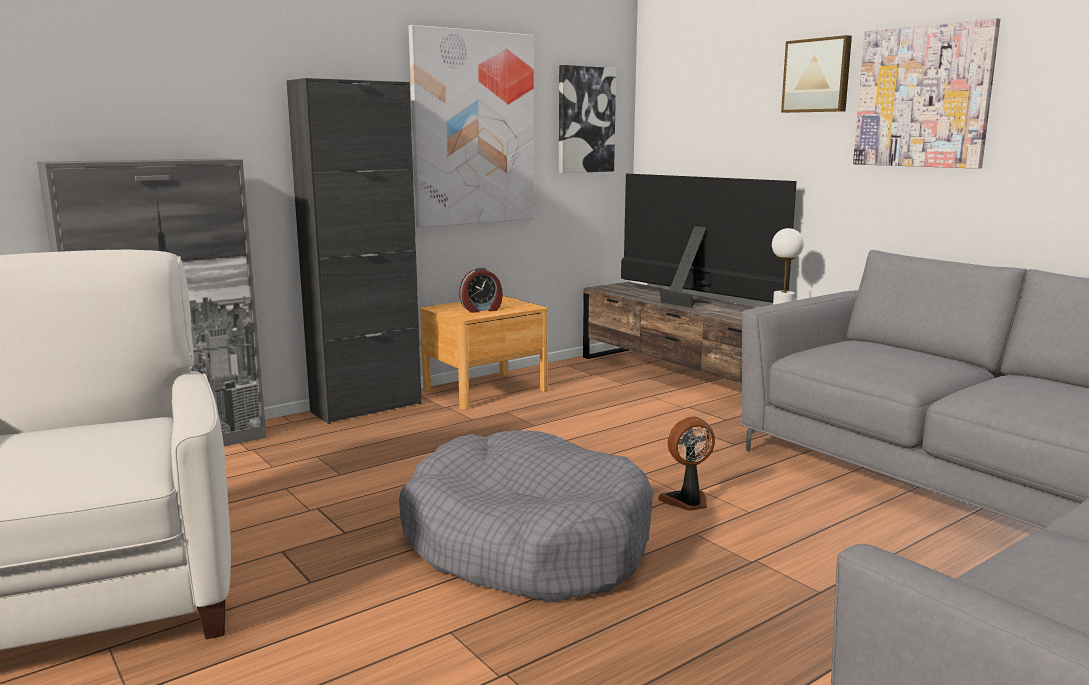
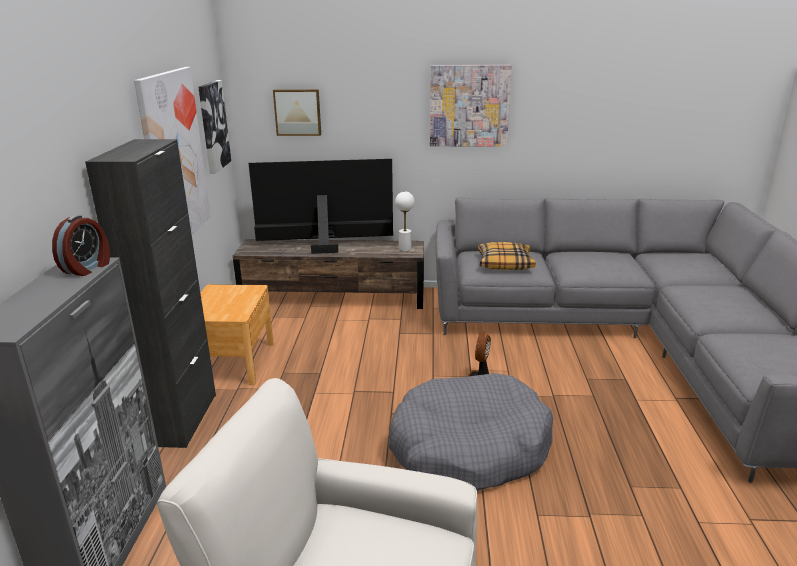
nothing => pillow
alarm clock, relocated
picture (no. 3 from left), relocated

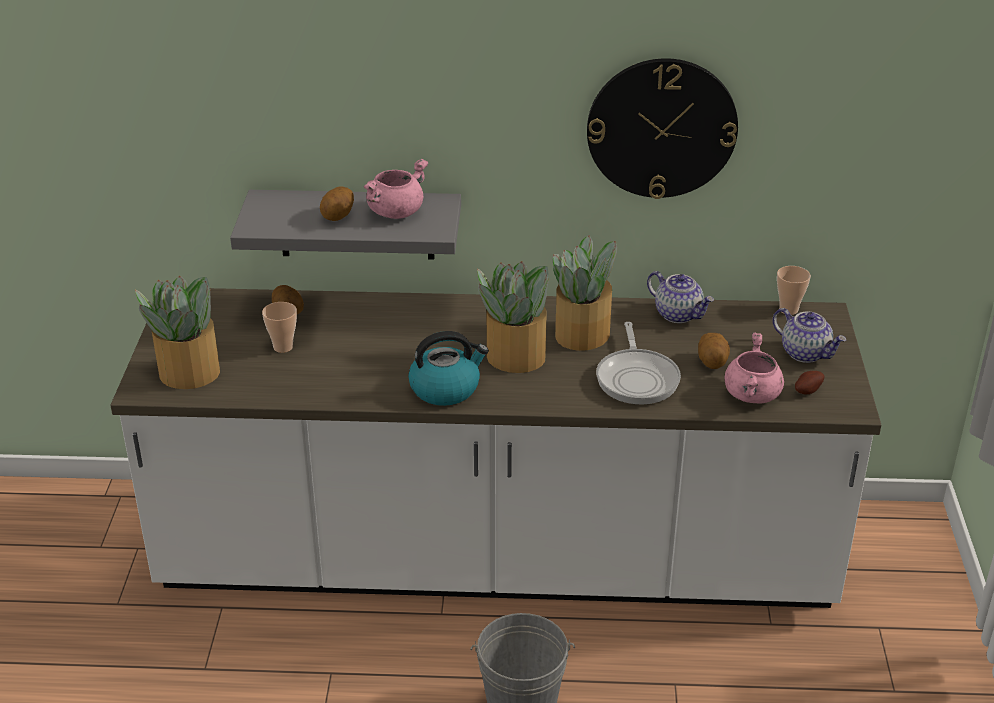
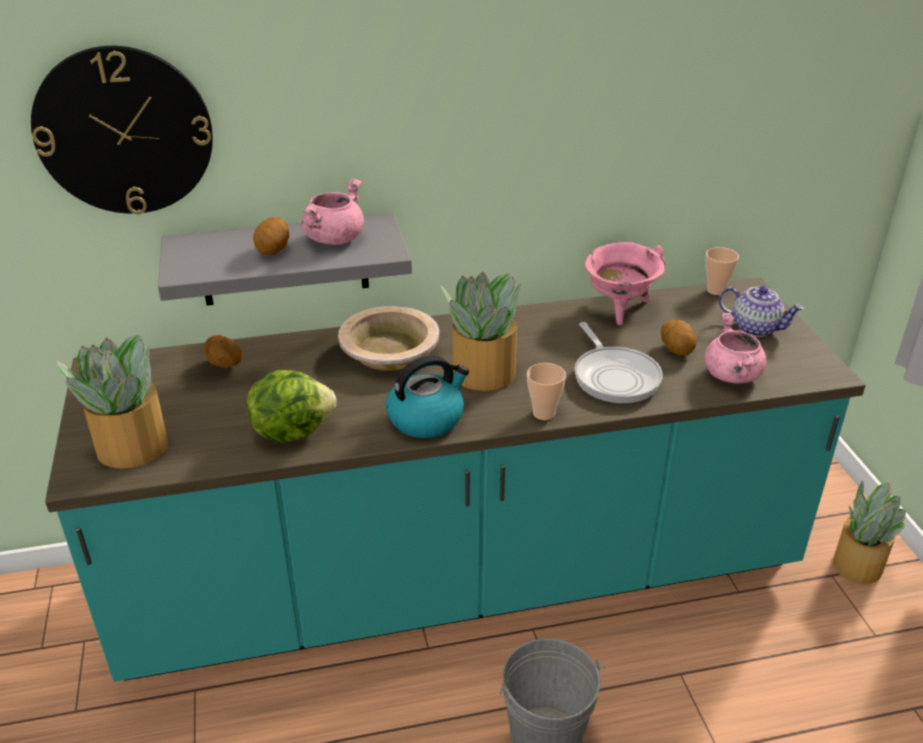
potato (no. 4 from left) => nothing
nothing => lettuce
nothing => beige bowl
cup (no. 1 from left), relocated
potted plant (no. 3 from left), relocated
wall clock, relocated
teapot (no. 1 from left) => pink cooking pot (no. 2 from left)
white counter => turquoise counter

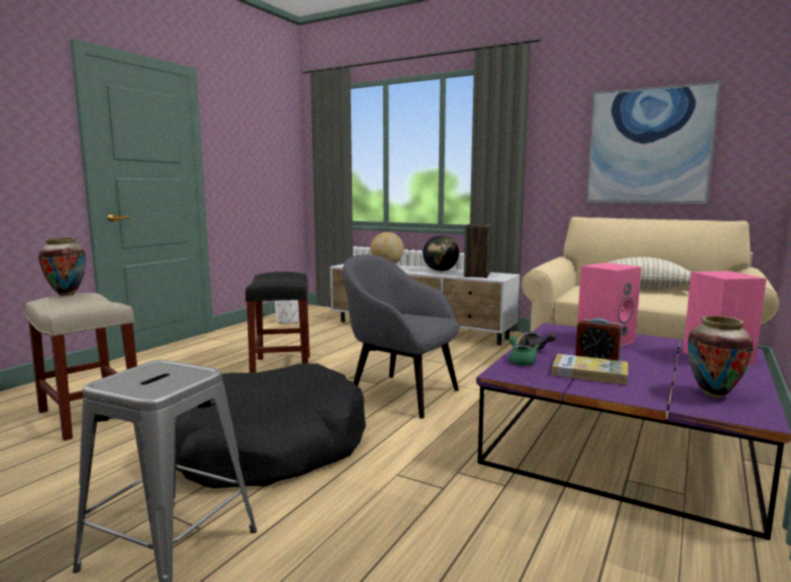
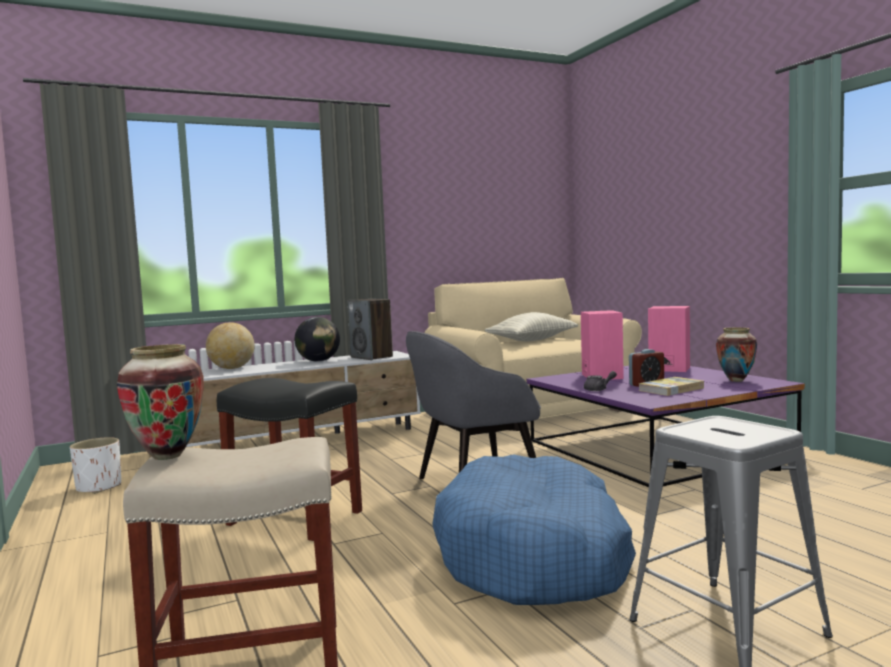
green teapot => nothing
picture => nothing
black dog bed => blue dog bed

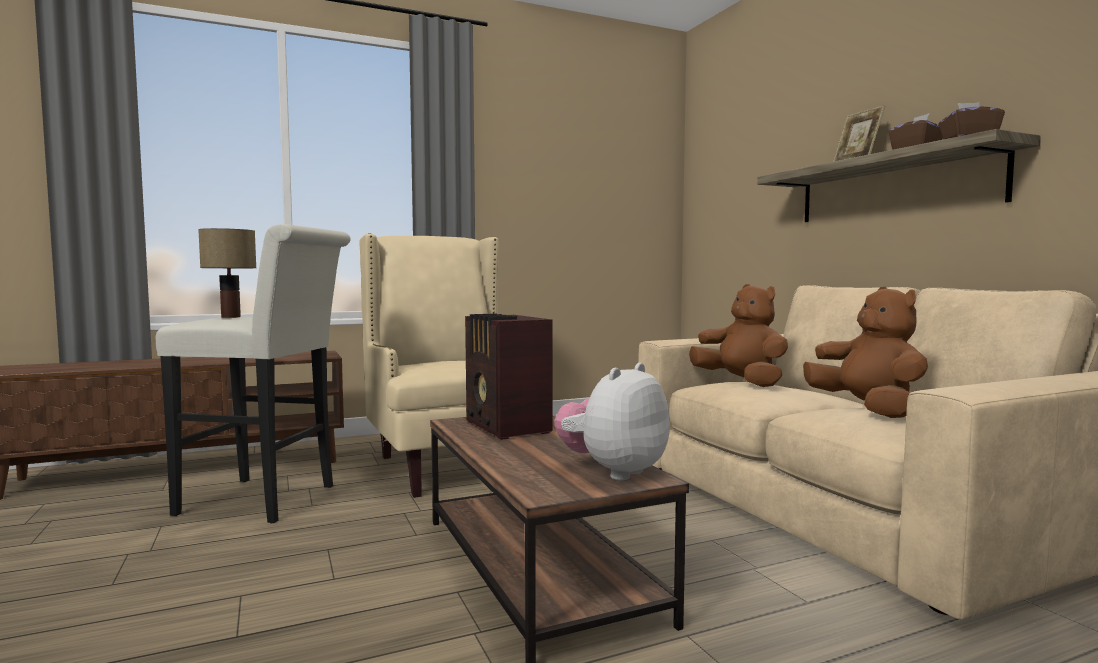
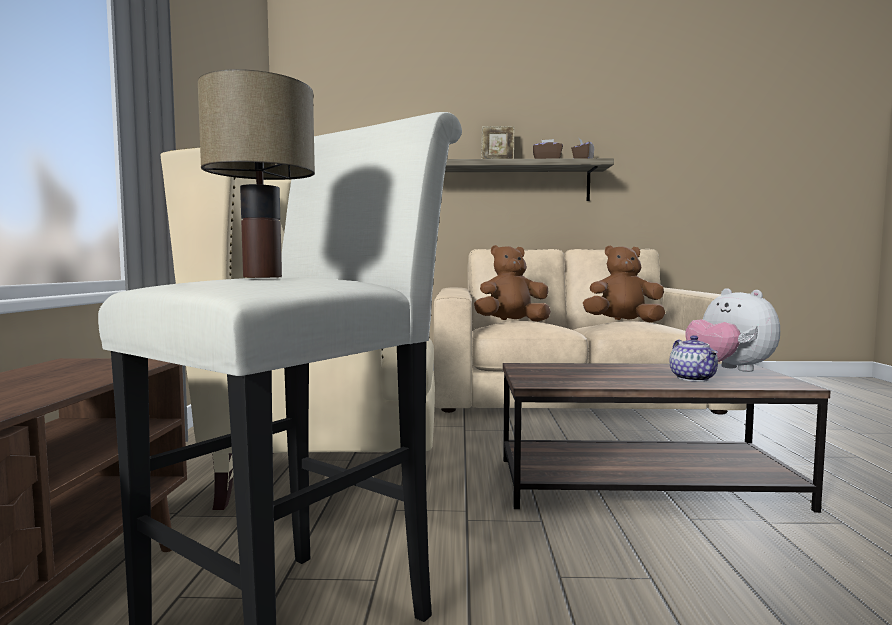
radio => nothing
nothing => teapot

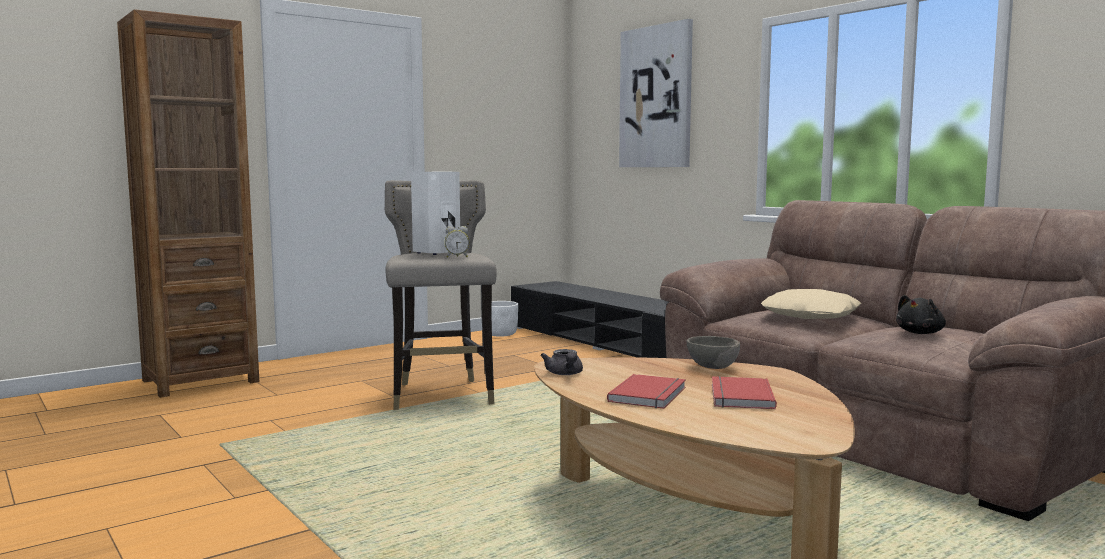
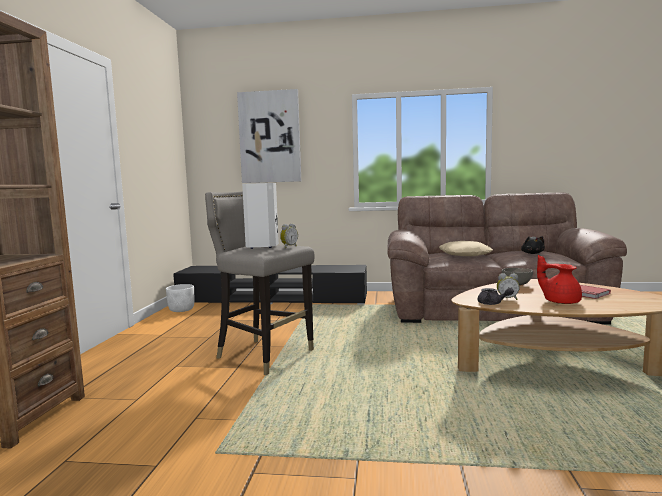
nothing => alarm clock (no. 2 from left)
red book (no. 1 from left) => red teapot

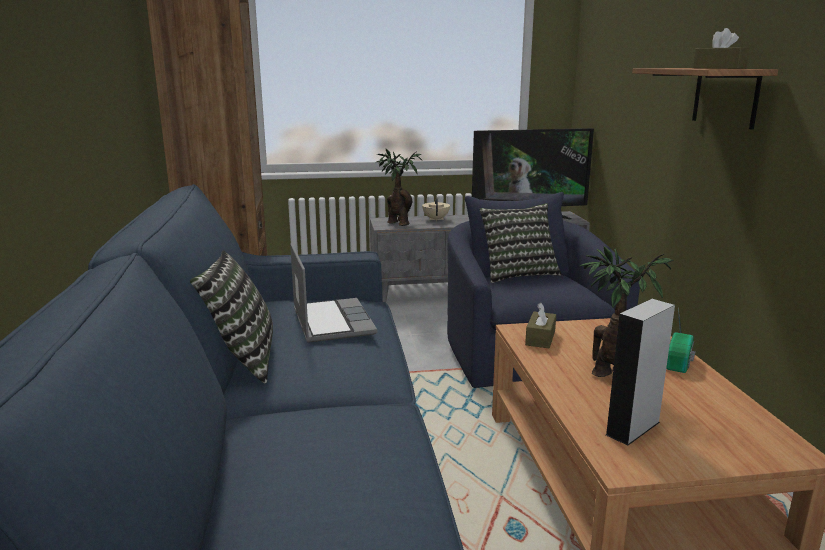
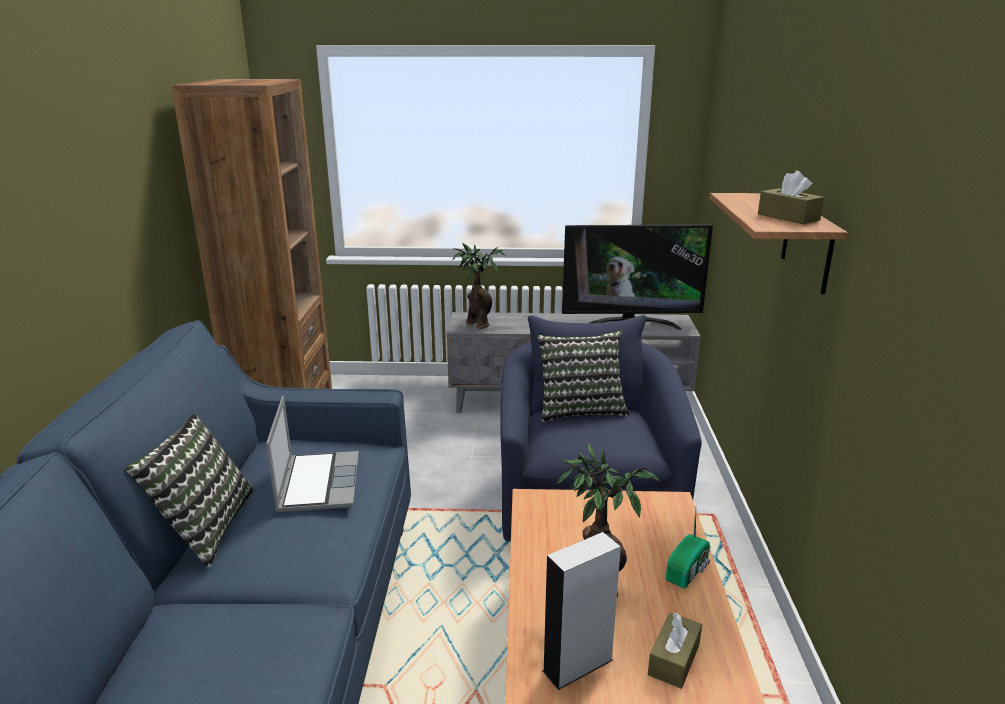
beige teapot => nothing
brown tissue box (no. 1 from left), relocated

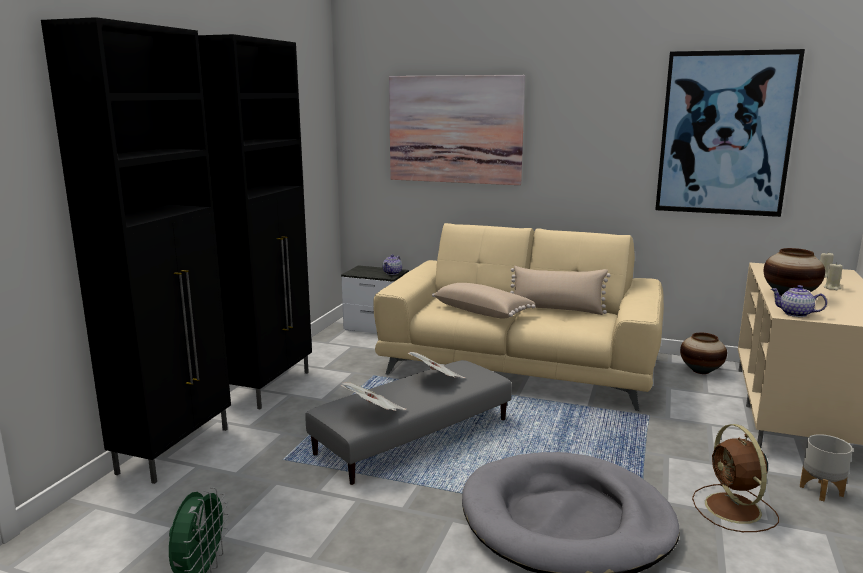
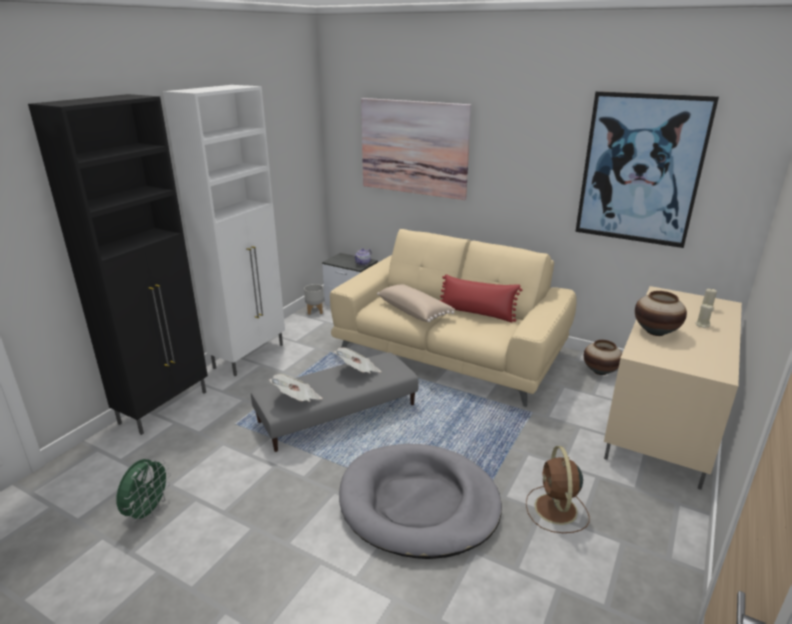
teapot (no. 2 from left) => nothing
grey planter, relocated
black cabinet (no. 2 from left) => white cabinet
beige pillow (no. 2 from left) => red pillow

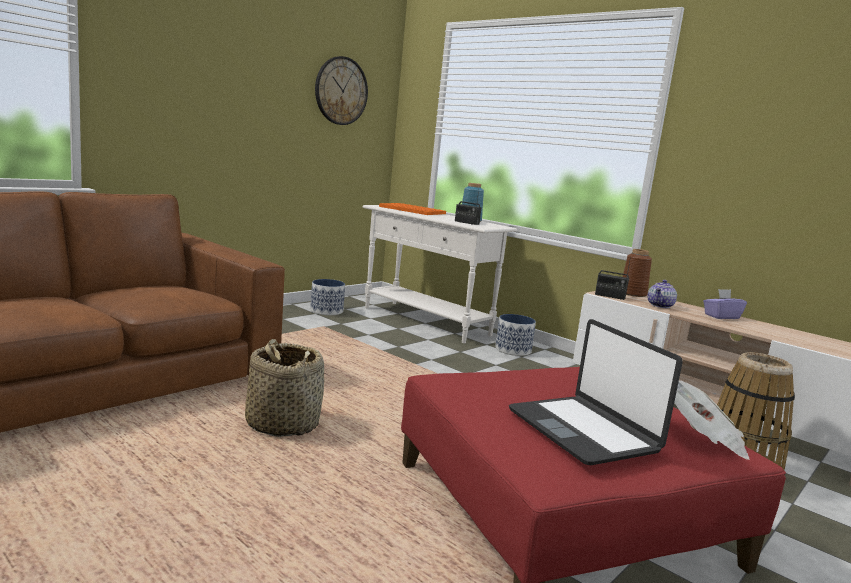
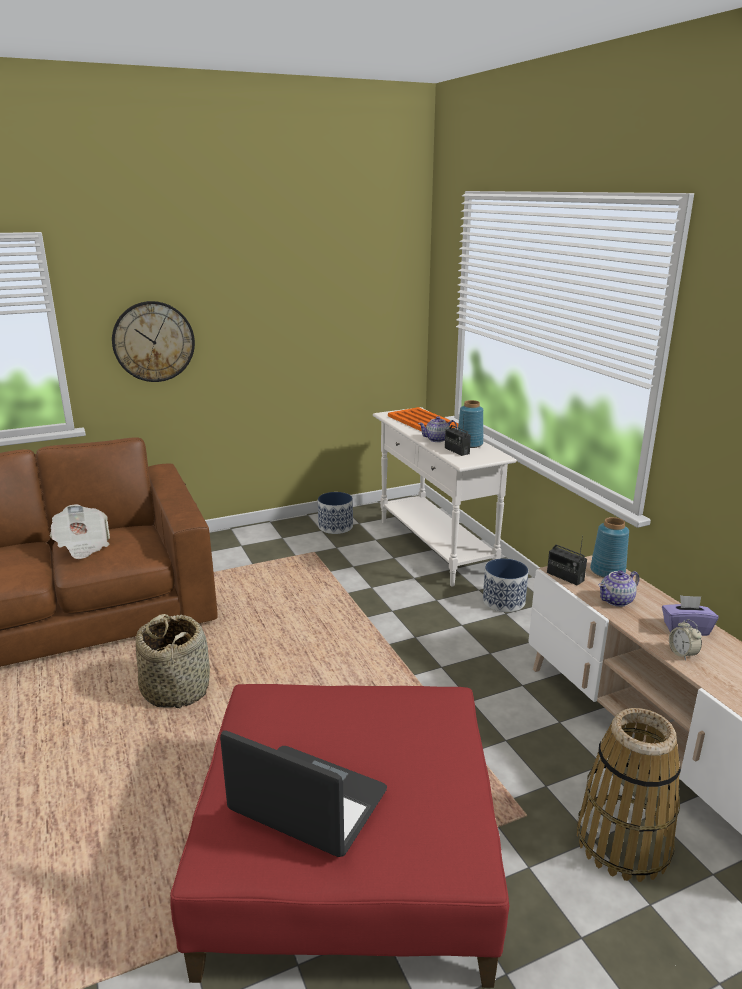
nothing => teapot (no. 1 from left)
nothing => alarm clock
wall clock, relocated
newspaper, relocated
brown vase => blue vase (no. 2 from left)
laptop, 120 degrees clockwise

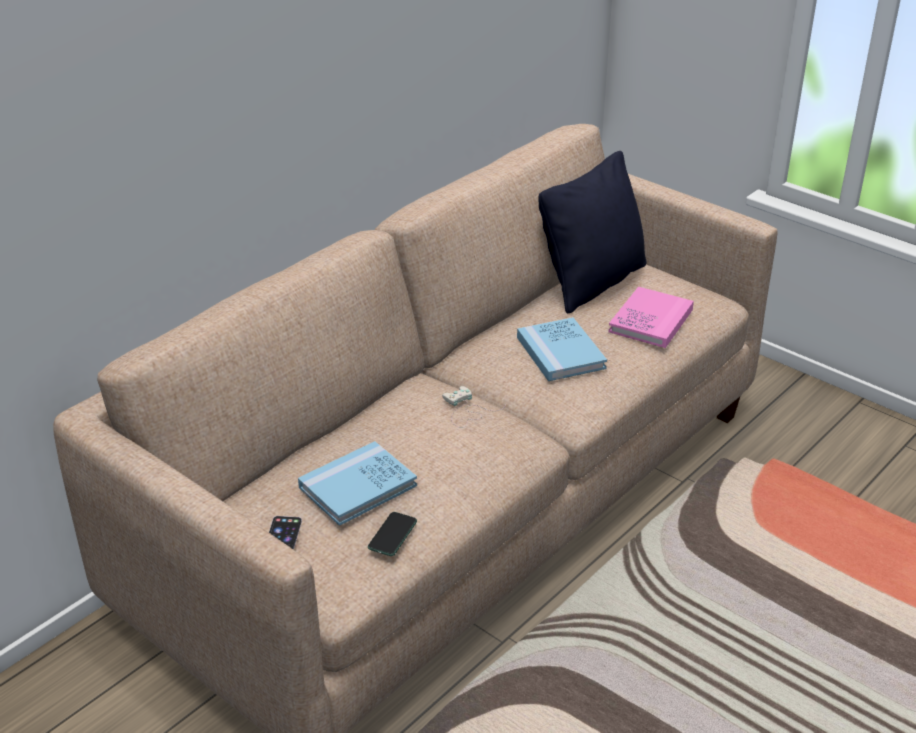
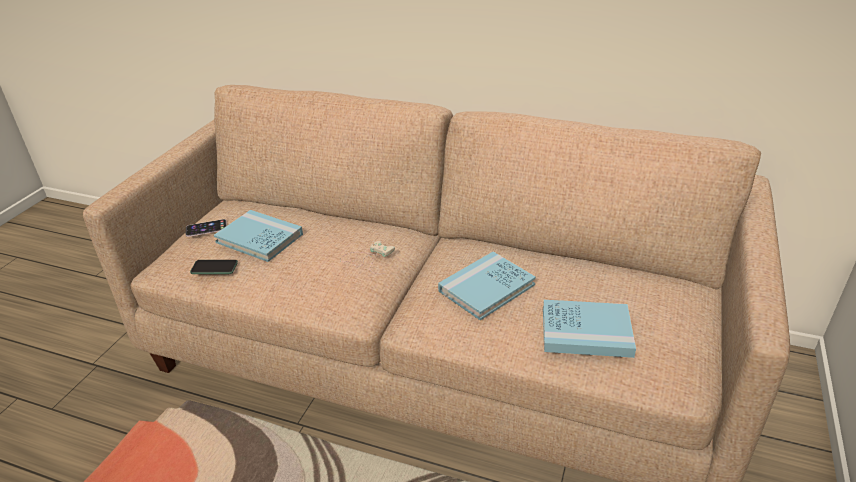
black pillow => nothing
pink book => blue book (no. 3 from left)

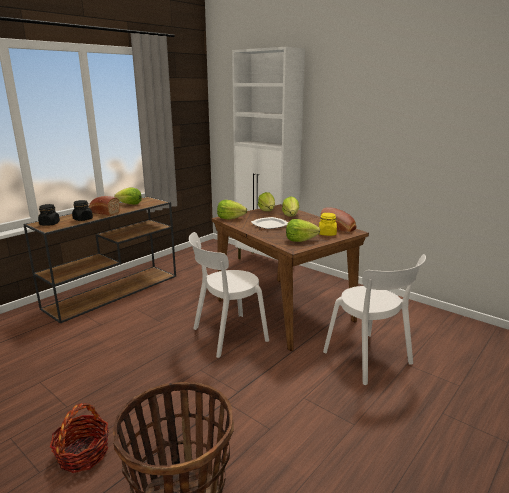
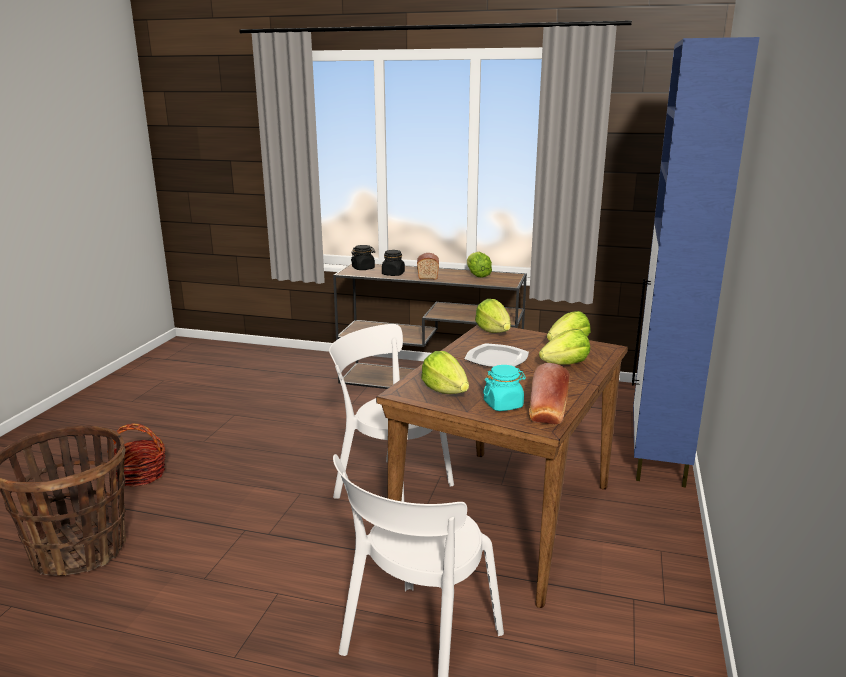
white cabinet => blue cabinet
yellow jar => turquoise jar

